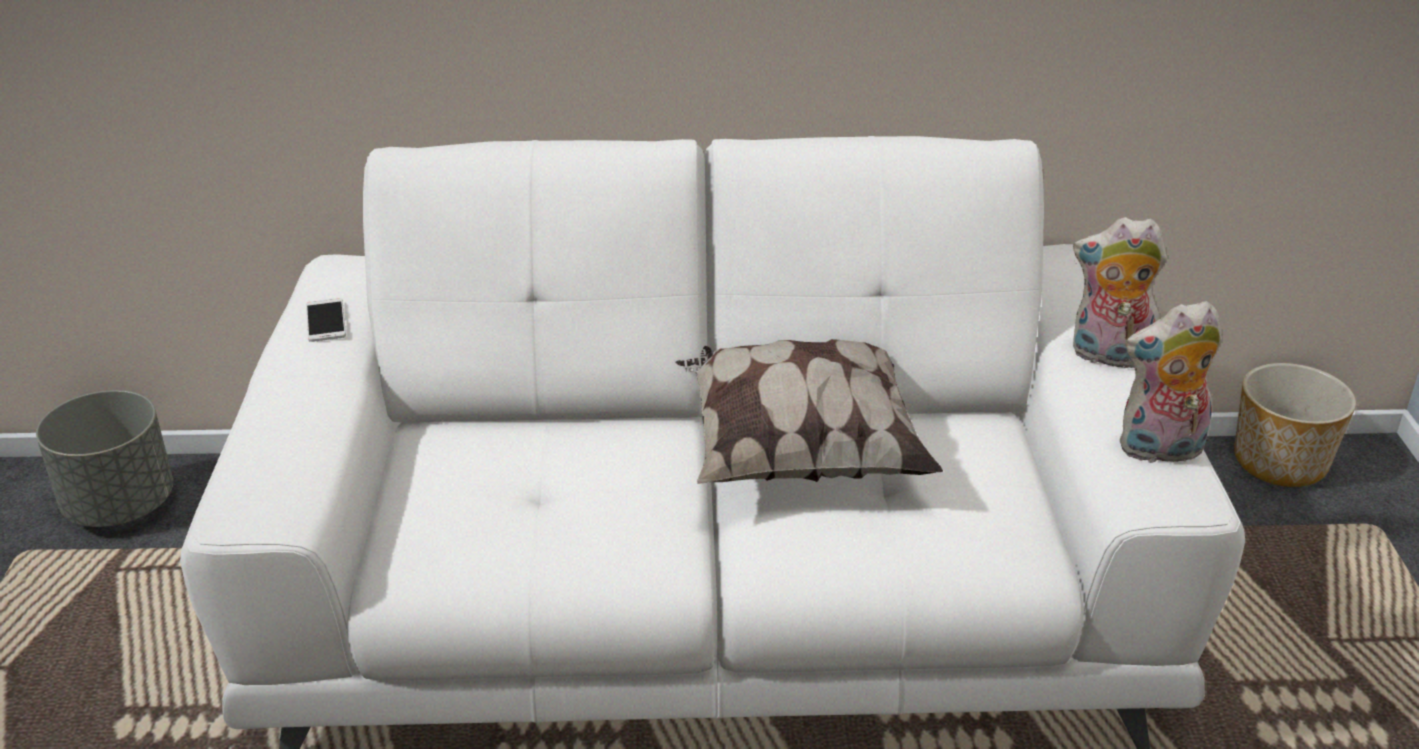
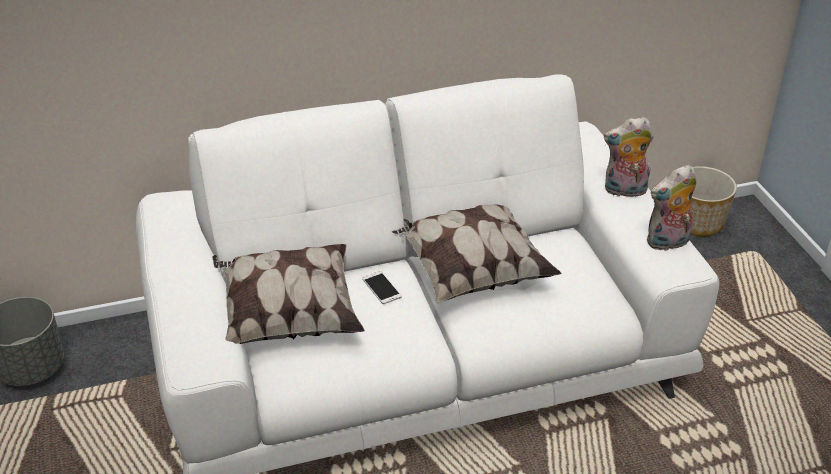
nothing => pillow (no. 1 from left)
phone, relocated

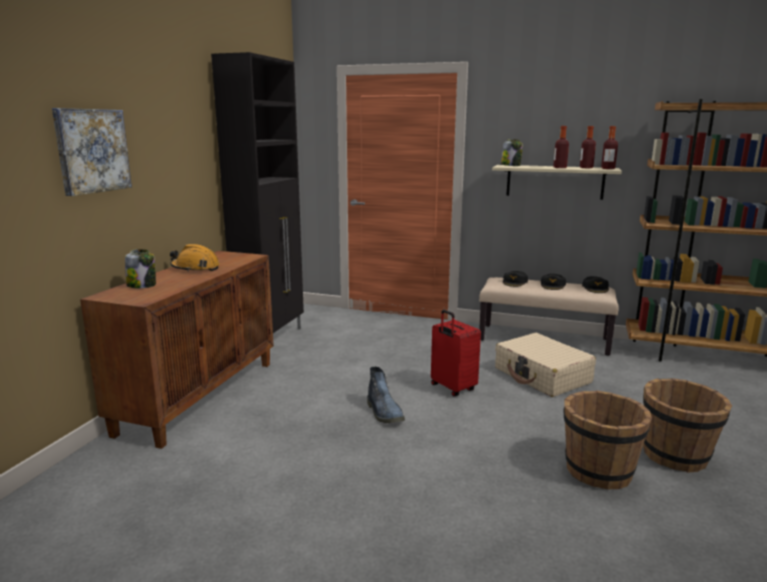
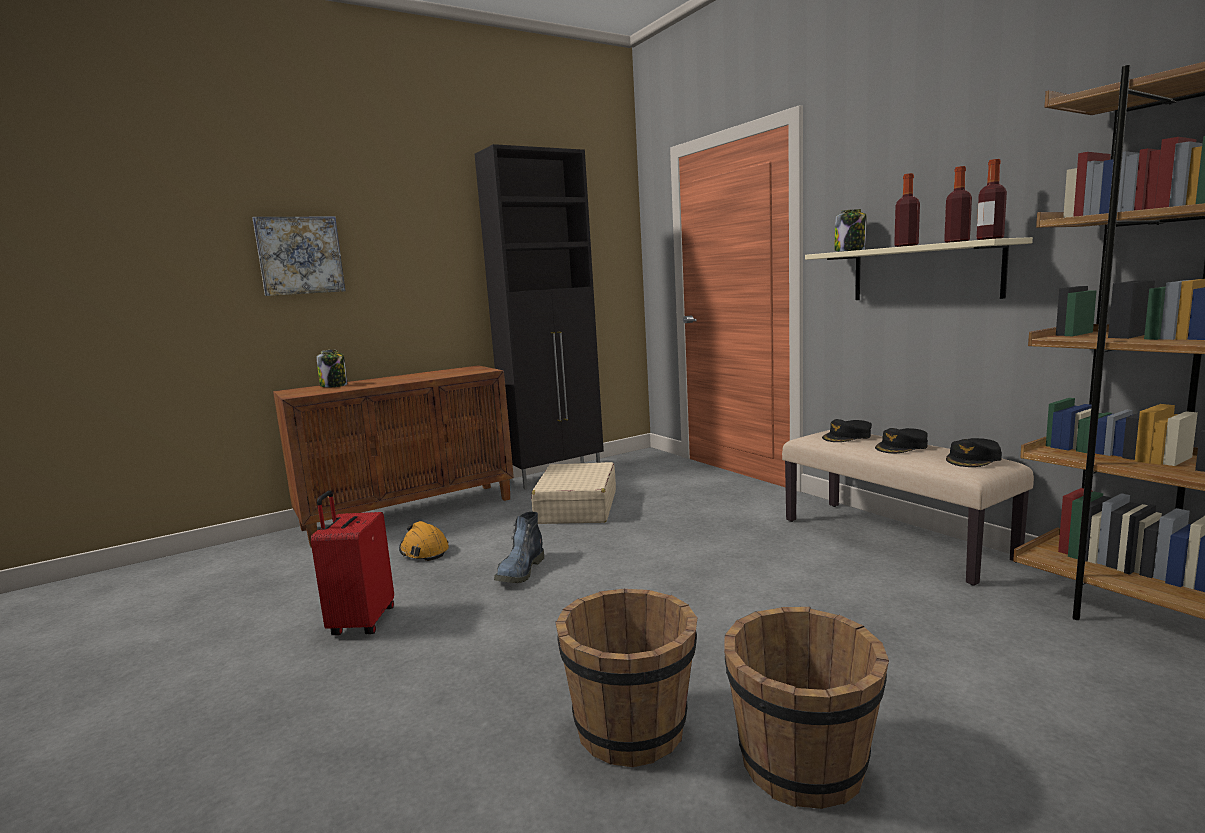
orange hard hat, relocated
red suitcase, relocated
beige suitcase, relocated

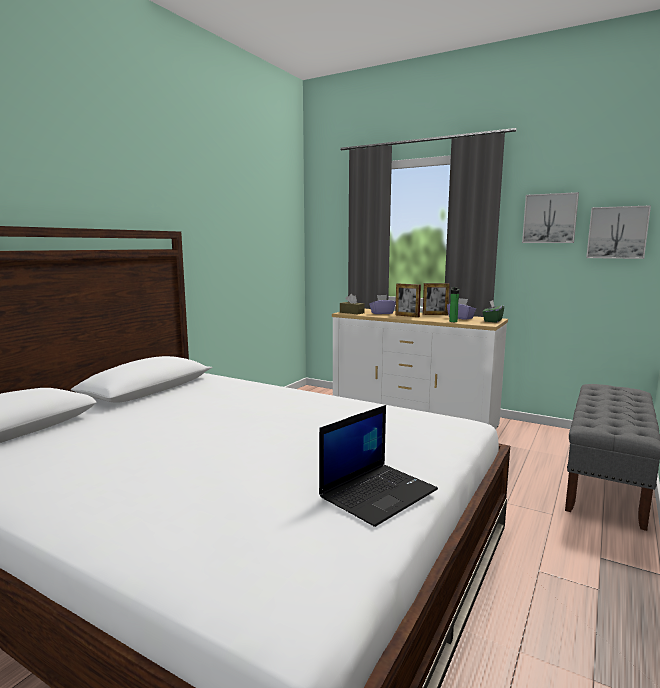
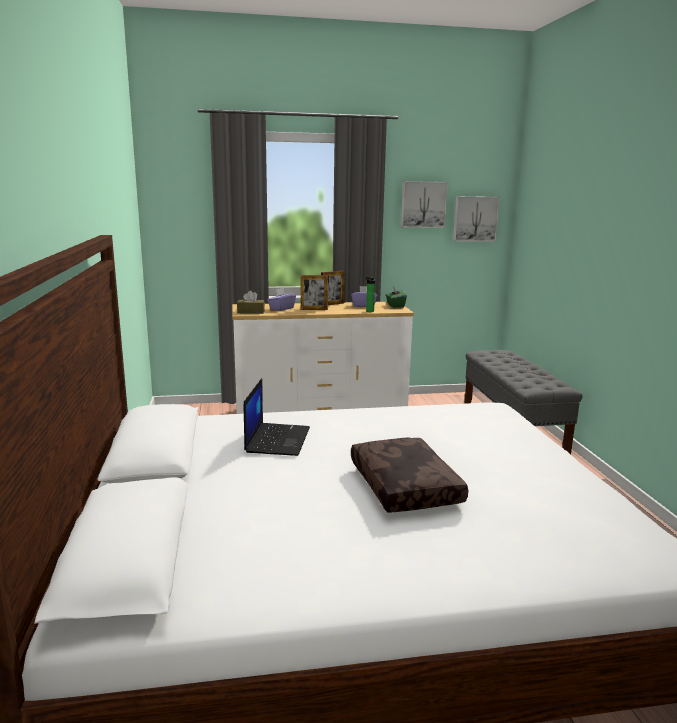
nothing => brown pillow
laptop, relocated

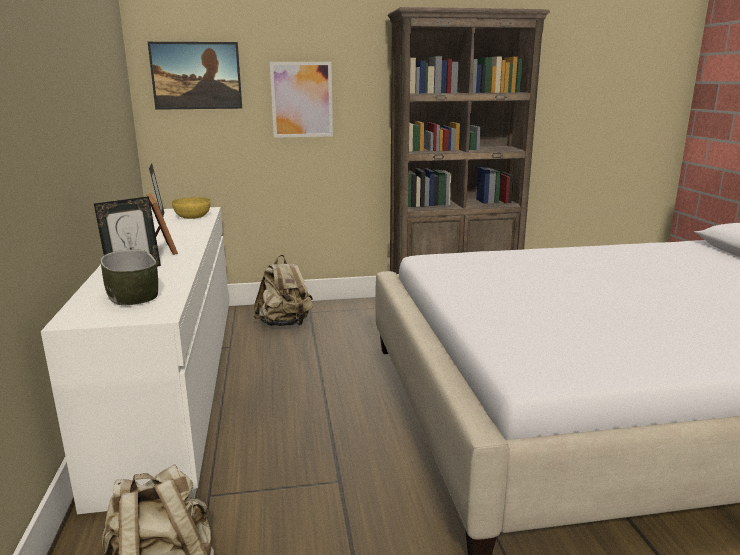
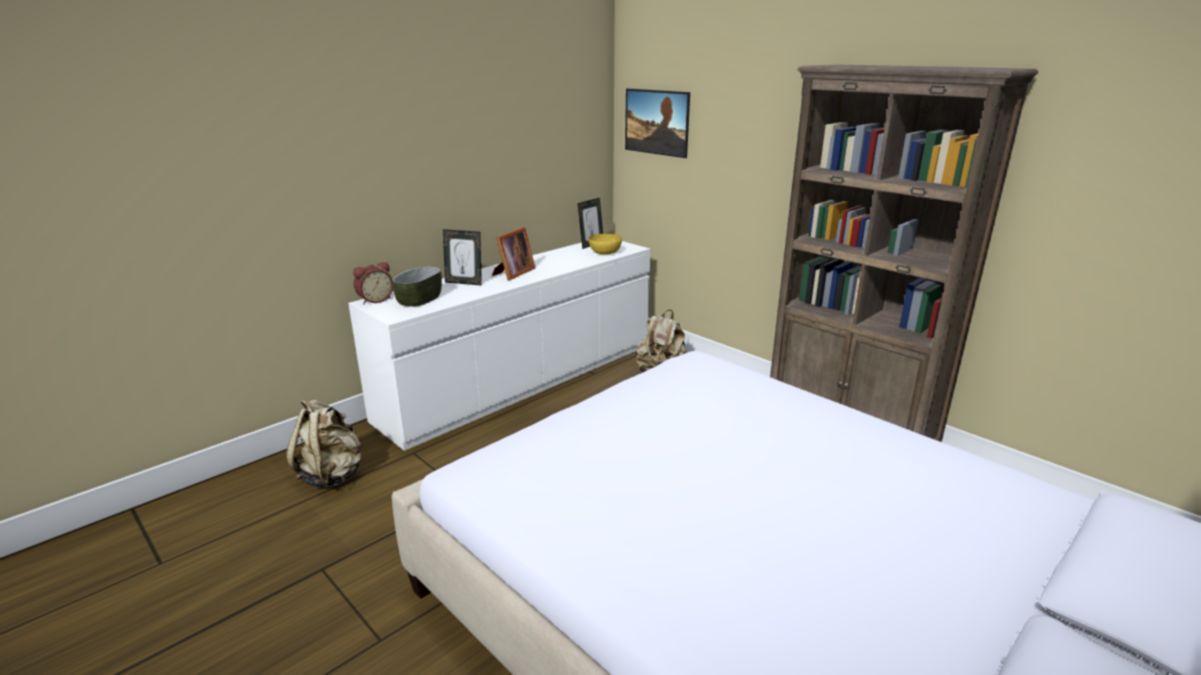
picture (no. 2 from left) => nothing
nothing => alarm clock

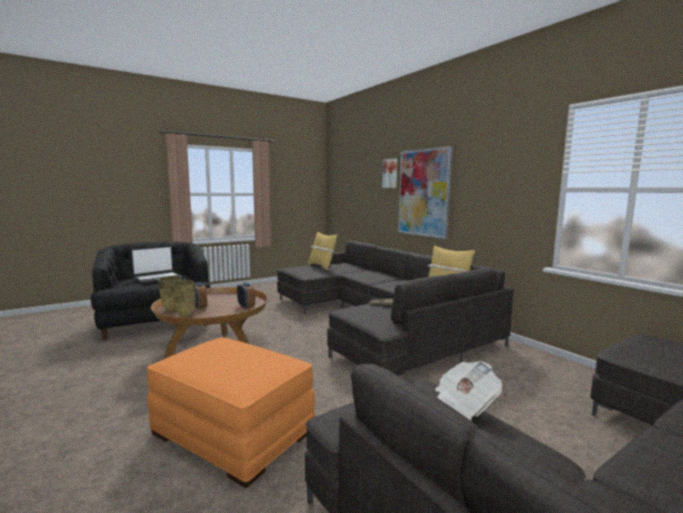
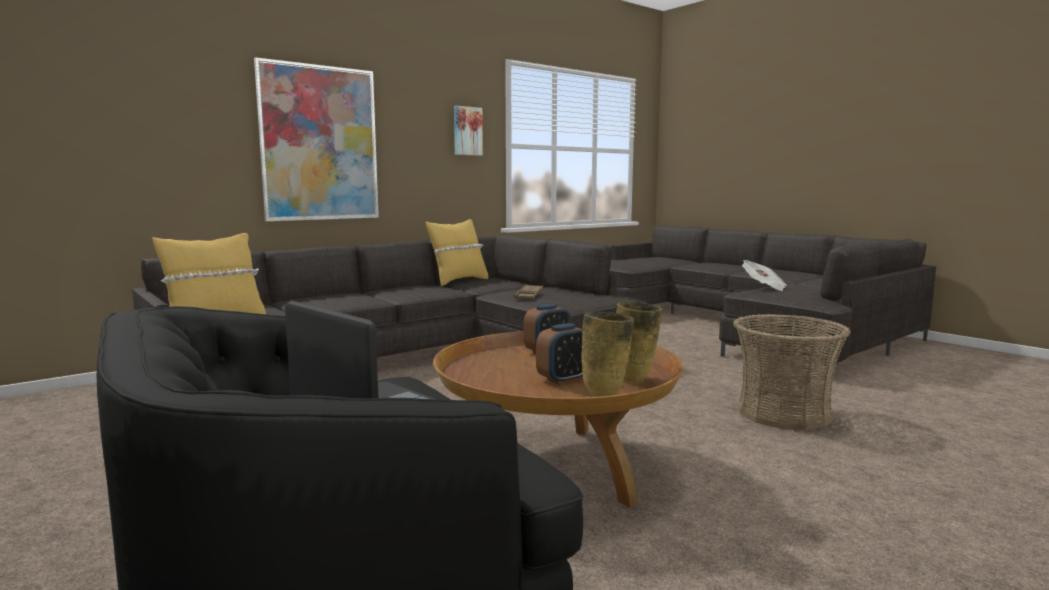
picture (no. 1 from left in the first image) => picture (no. 2 from left), relocated
orange ottoman => basket

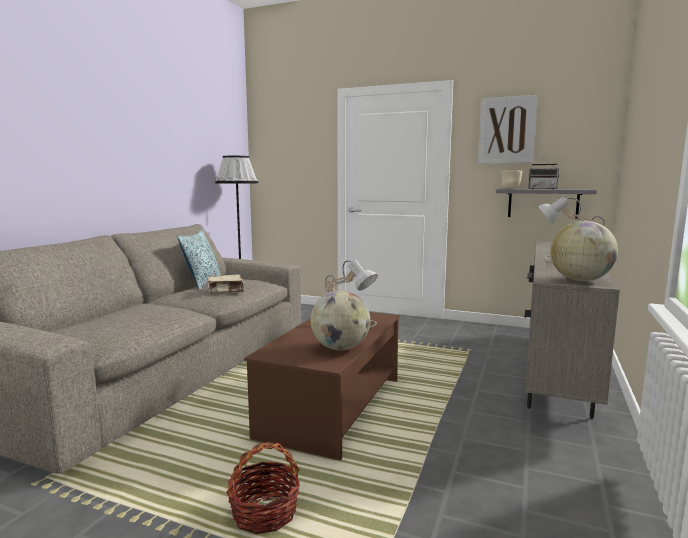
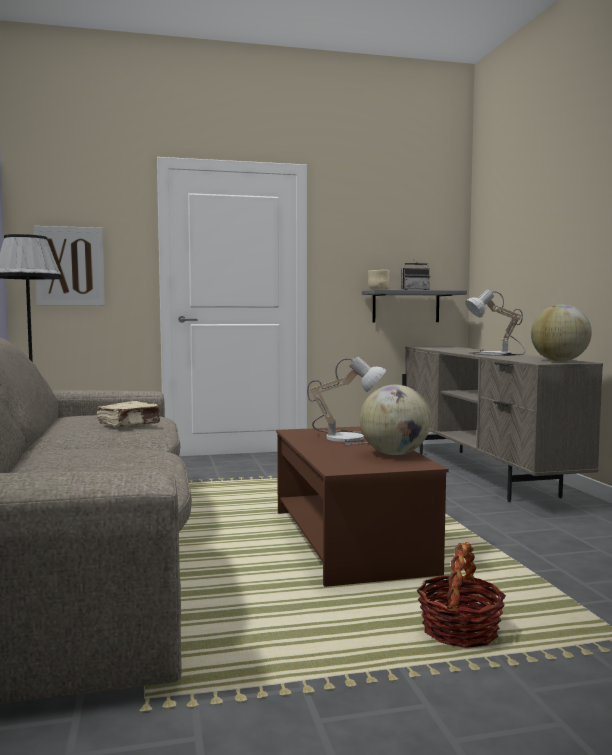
pillow => nothing
picture, relocated

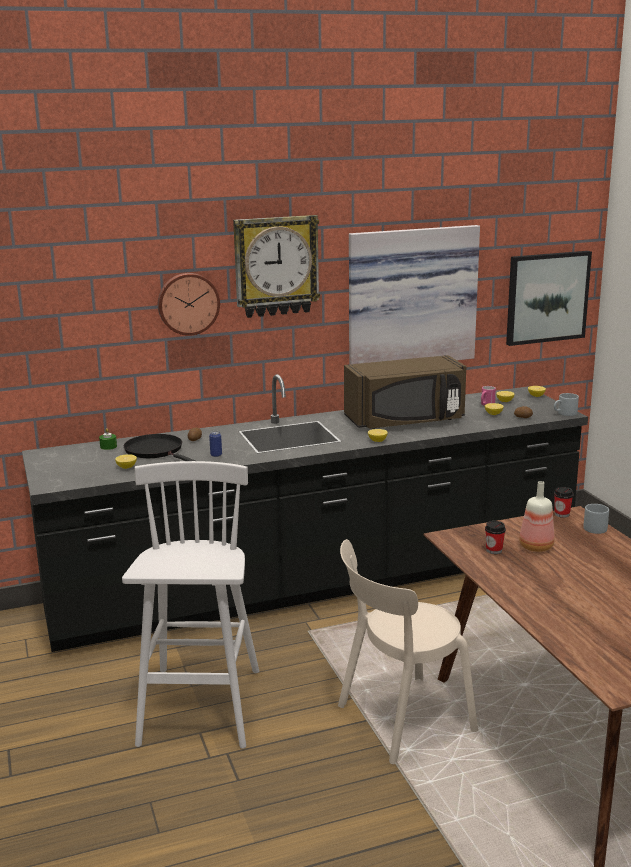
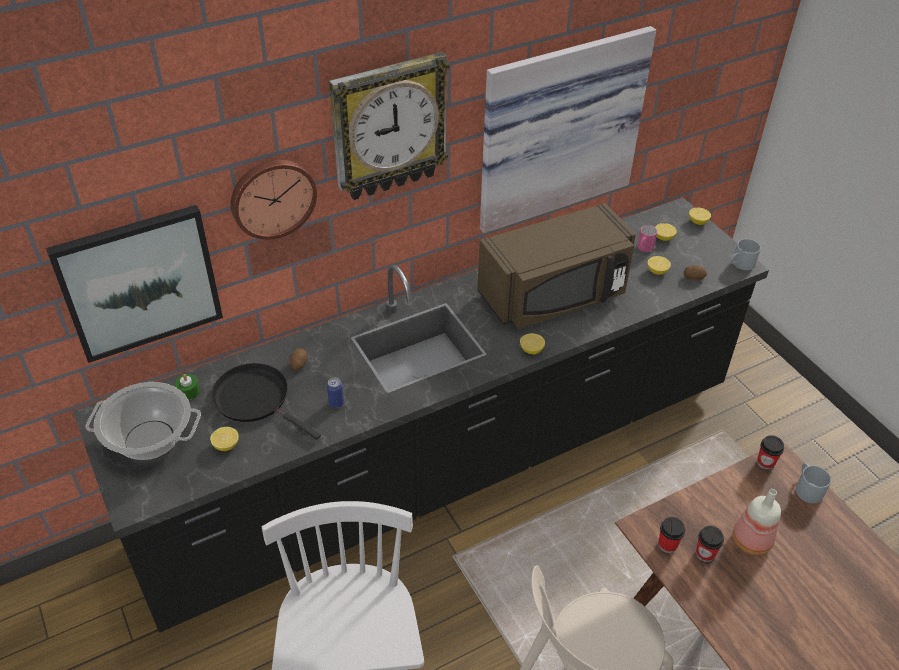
nothing => cooking pot
nothing => cup (no. 1 from left)
picture (no. 2 from left in the first image) => picture (no. 1 from left), relocated

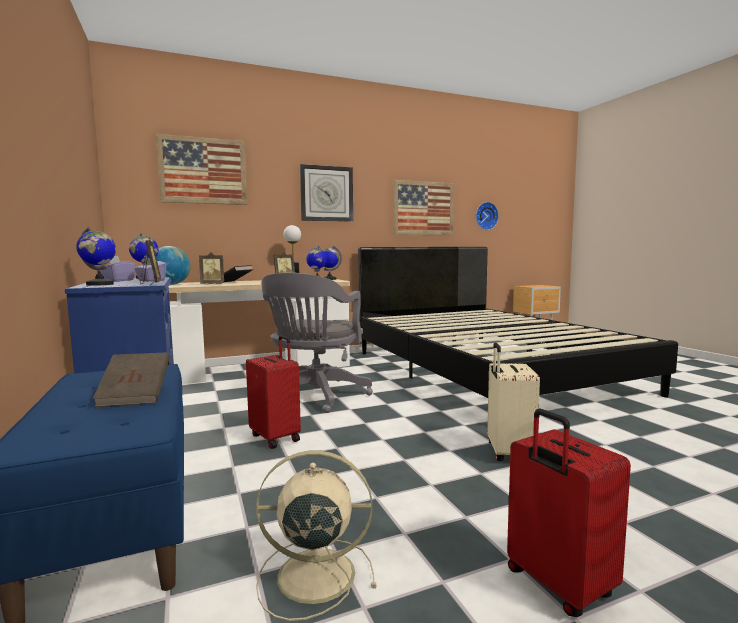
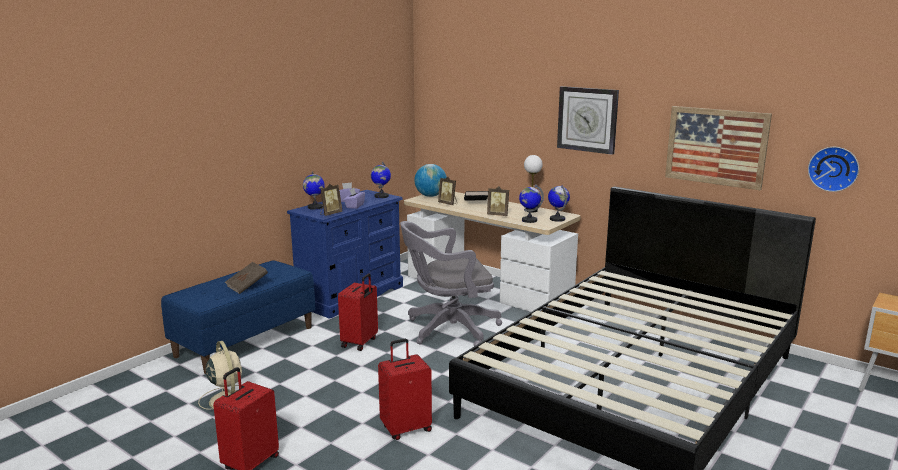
picture (no. 1 from left) => nothing
beige suitcase => red suitcase (no. 3 from left)

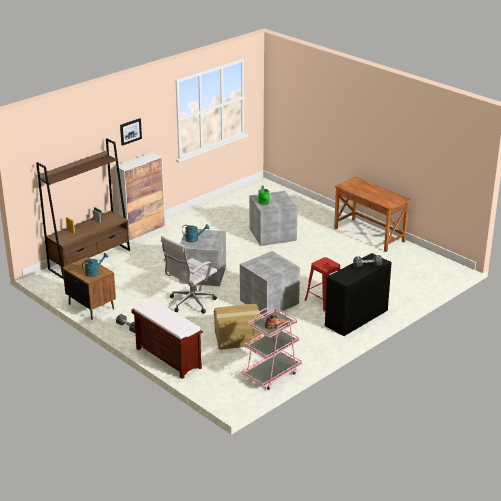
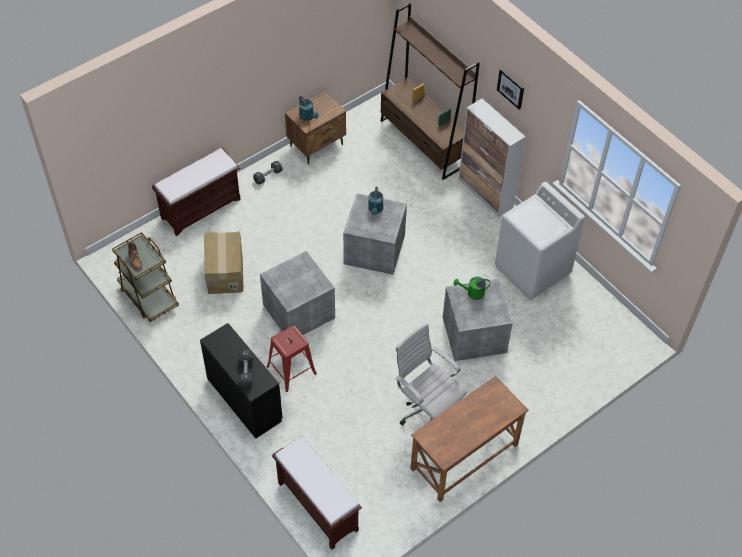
nothing => brown bench (no. 2 from left)
nothing => white washing machine
white office chair, relocated
pink cart => brown cart

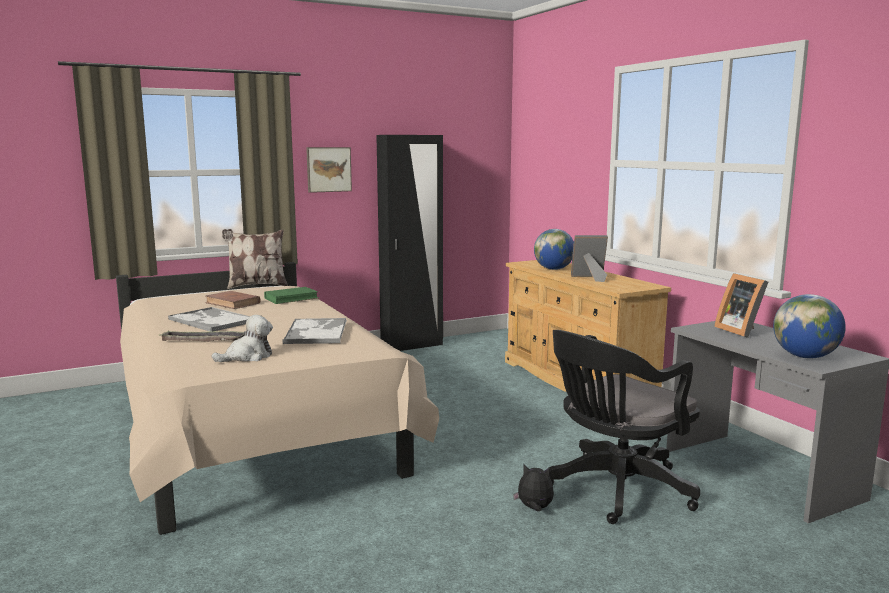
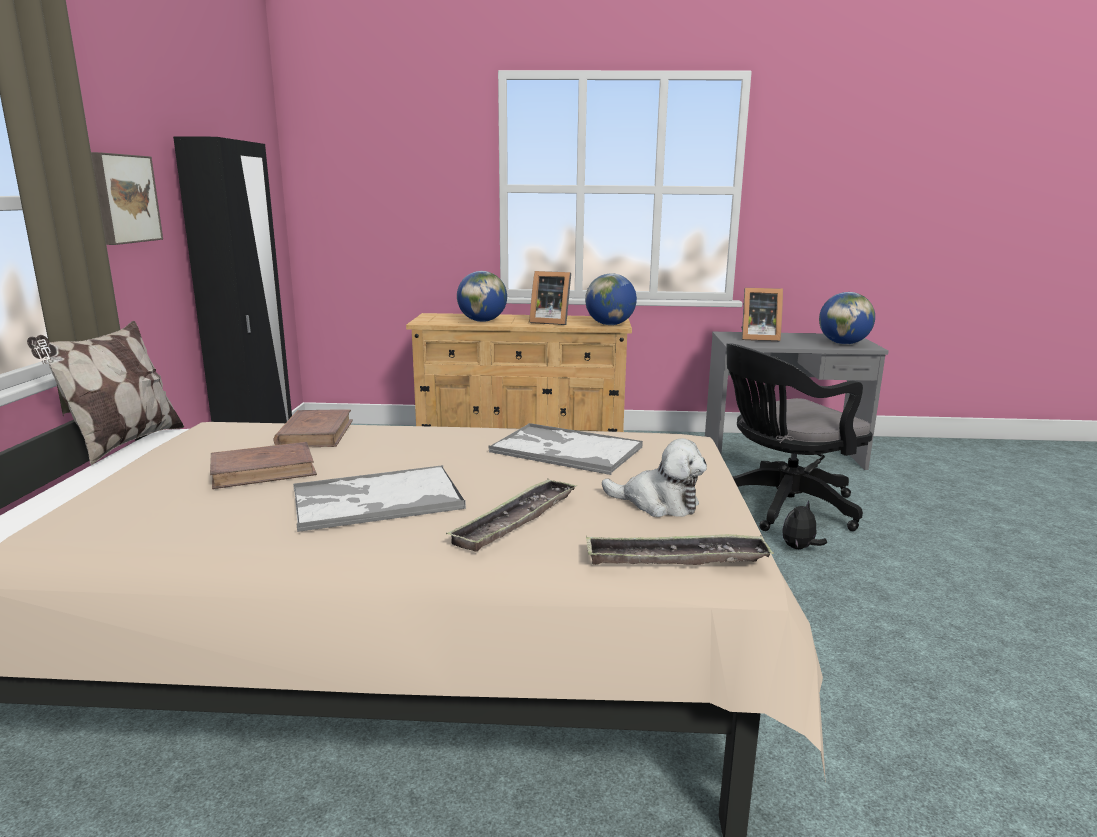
nothing => globe (no. 2 from left)
nothing => tray (no. 4 from left)
green book => brown book (no. 2 from left)
plush toy (no. 1 from left), 120 degrees clockwise
black office chair, 75 degrees clockwise
picture frame (no. 1 from left), 105 degrees counterclockwise

